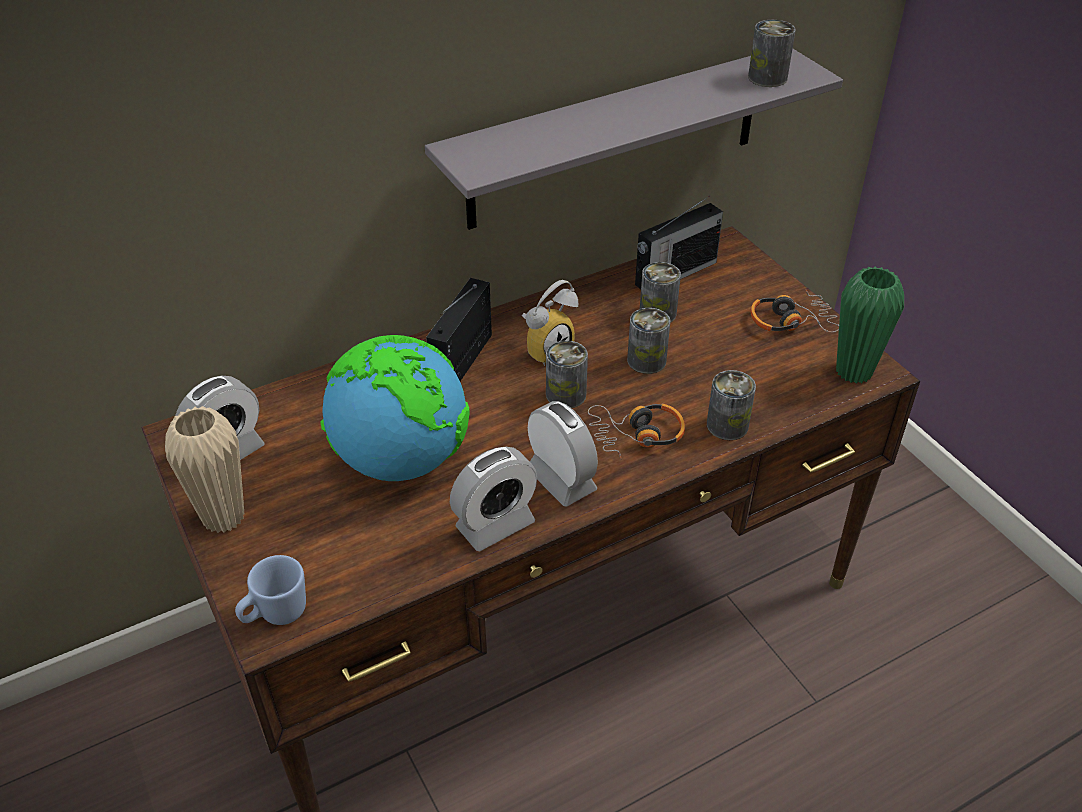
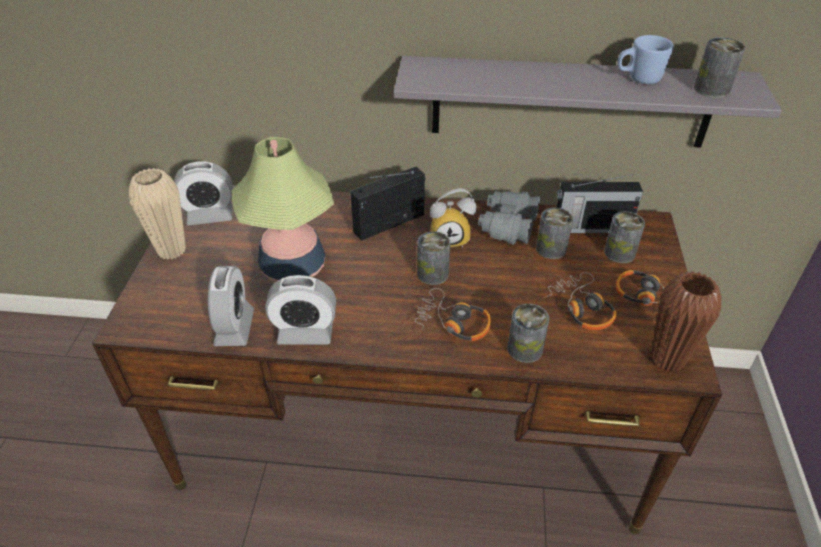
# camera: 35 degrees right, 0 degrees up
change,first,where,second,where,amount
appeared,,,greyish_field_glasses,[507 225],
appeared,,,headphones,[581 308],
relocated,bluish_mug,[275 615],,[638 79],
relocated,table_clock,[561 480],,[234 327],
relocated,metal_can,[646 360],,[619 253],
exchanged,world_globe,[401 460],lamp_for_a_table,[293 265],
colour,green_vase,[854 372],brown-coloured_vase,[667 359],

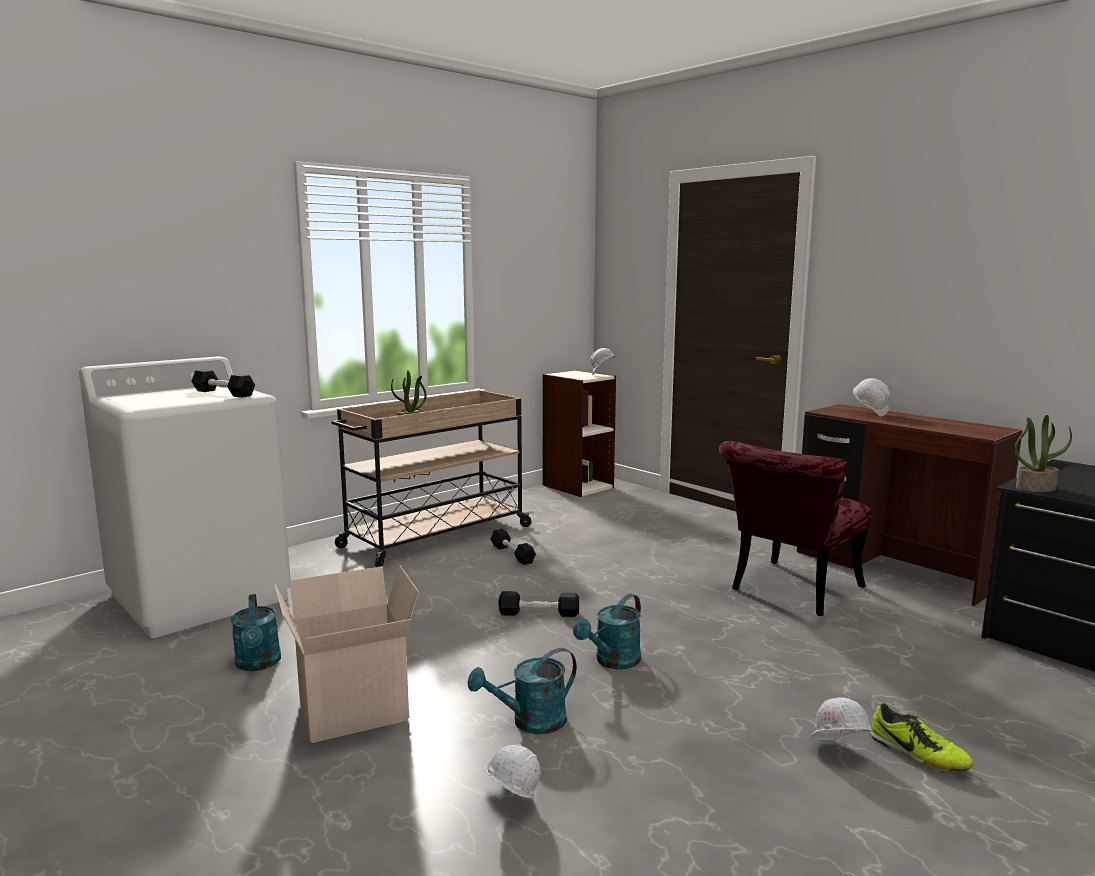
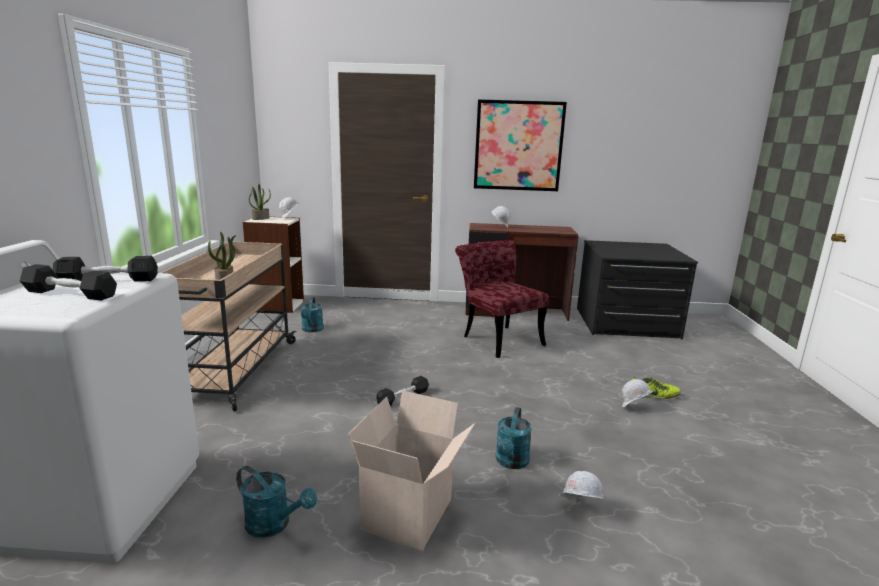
# camera: 45 degrees left, 5 degrees up
change,first,where,second,where,amount
appeared,,,wall_art,[518 146],
relocated,black-coloured_dumbbell,[512 554],,[70 294],
relocated,blue-green_watering_pot,[612 662],,[312 330],
relocated,houseplant,[1035 488],,[261 218],
spun,red-coloured_upright_chair,[790 592],,[497 338],150 degrees clockwise

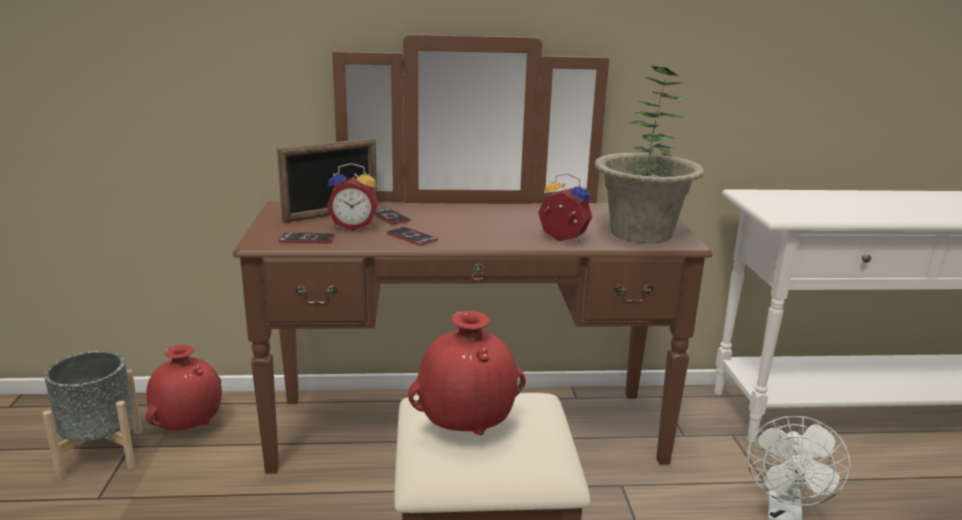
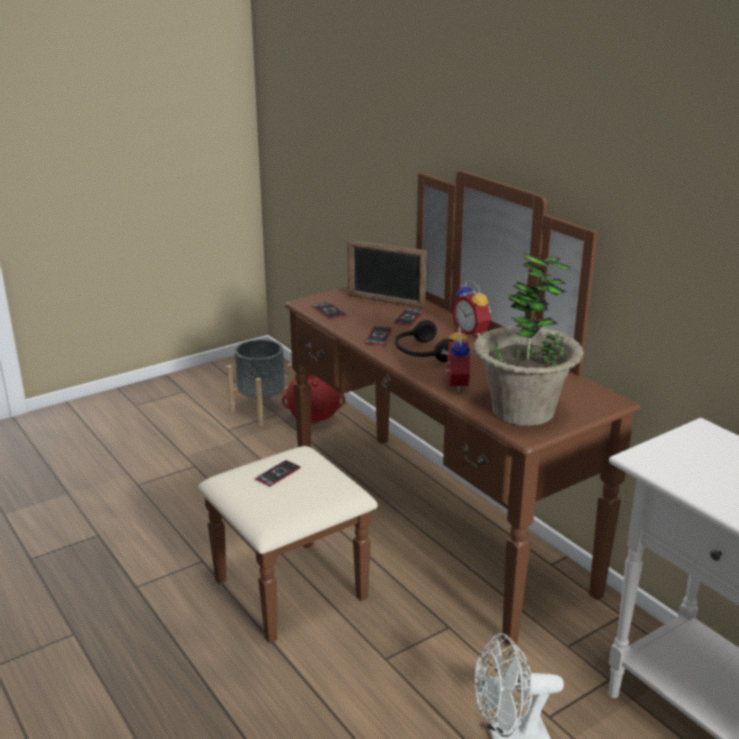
# camera: 60 degrees right, 5 degrees up
change,first,where,second,where,amount
appeared,,,black-coloured_headphones,[421 353],
relocated,table_clock,[354 226],,[472 332],
exchanged,red-coloured_vase,[467 428],handset,[278 474],

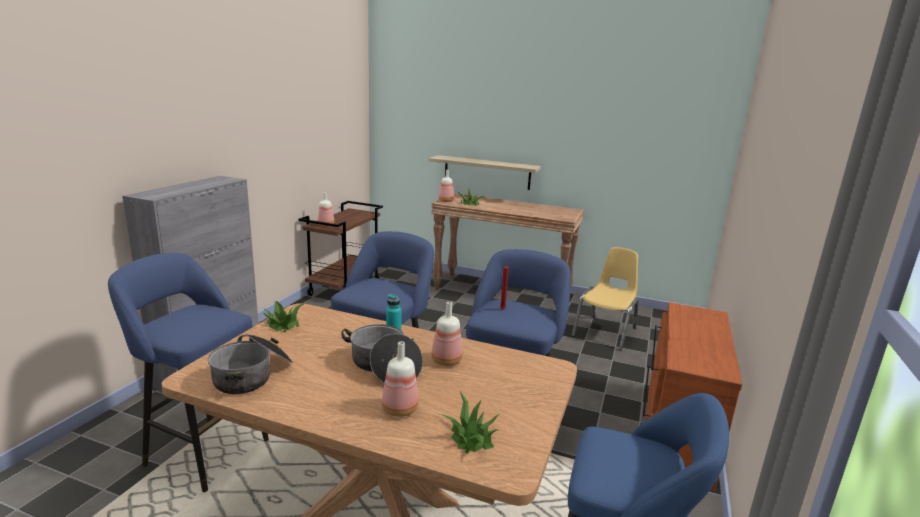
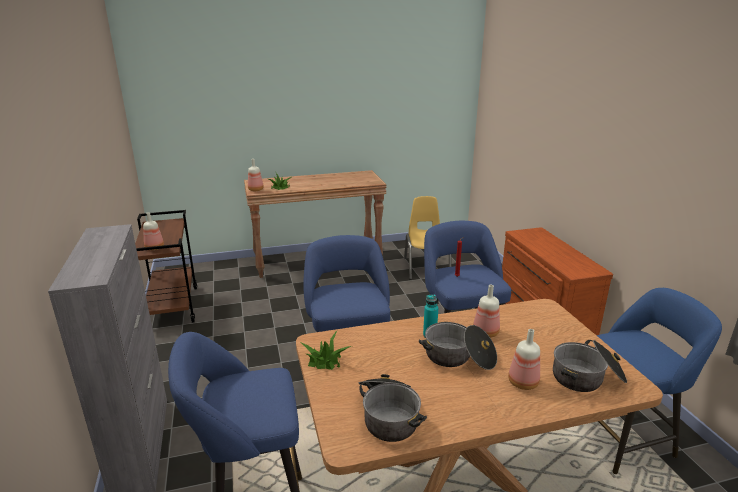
# camera: 35 degrees left, 5 degrees up
change,first,where,second,where,amount
missing,wall_shelf,[487 172],,,
exchanged,houseplant,[471 437],stockpot,[587 378],

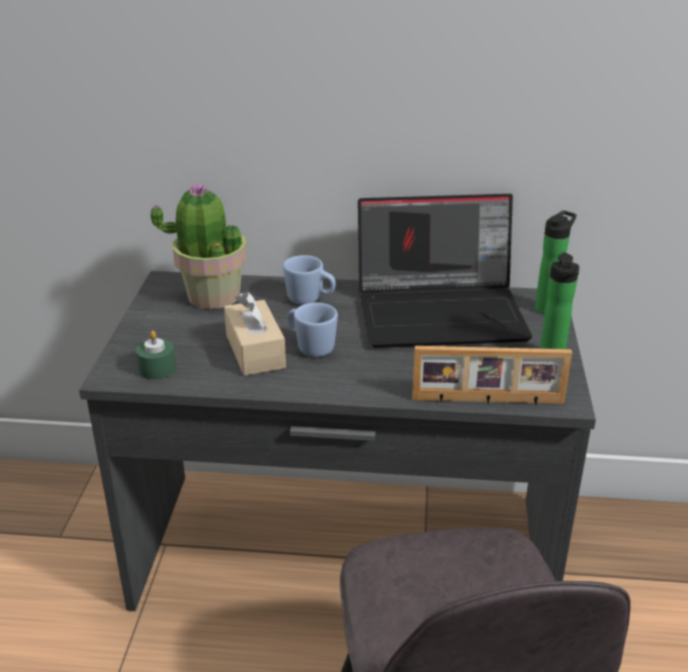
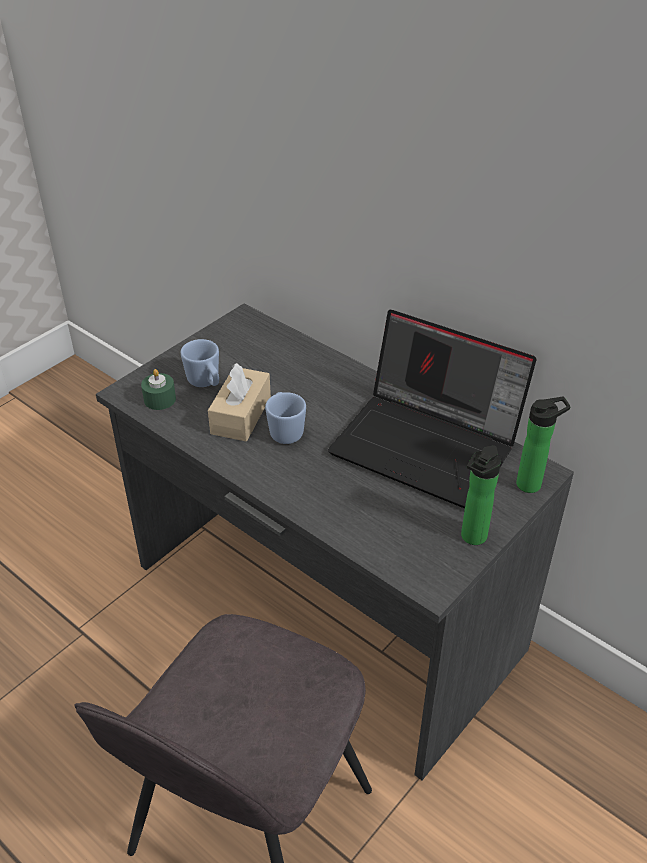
# camera: 35 degrees right, 10 degrees up
change,first,where,second,where,amount
missing,houseplant,[213 295],,,
missing,photo_frame,[488 401],,,
relocated,bluish_mug,[310 300],,[206 383],

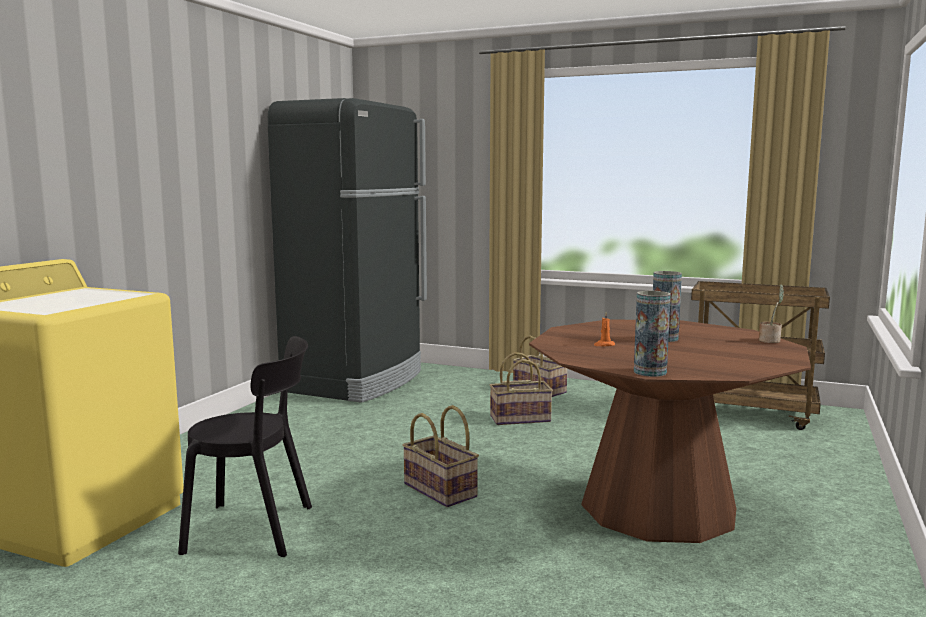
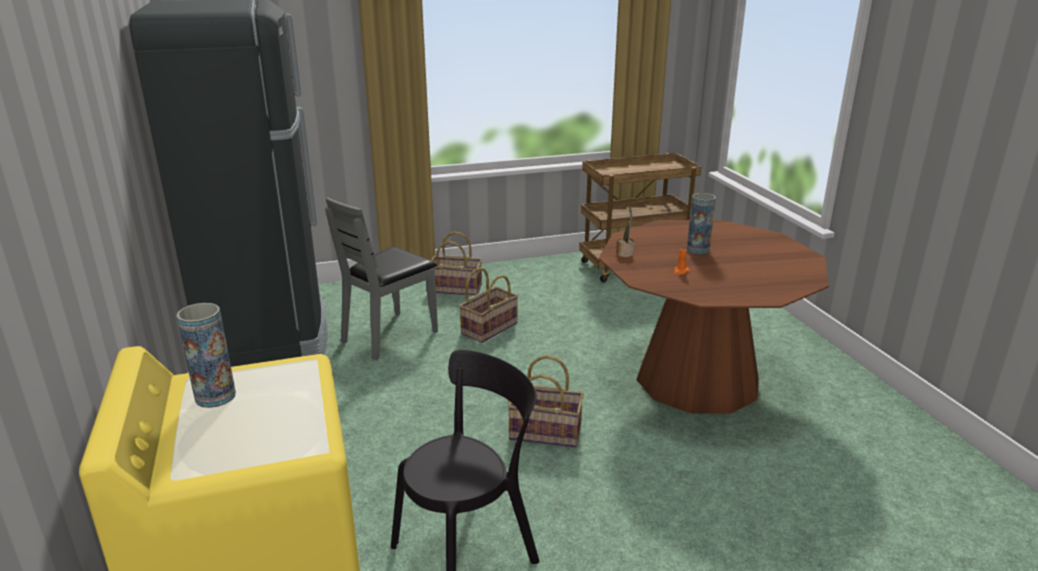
# camera: 40 degrees left, 15 degrees up
change,first,where,second,where,amount
appeared,,,greyish_upright_chair,[389 336],
relocated,vase,[650 372],,[215 396],
relocated,houseplant,[770 340],,[624 253],

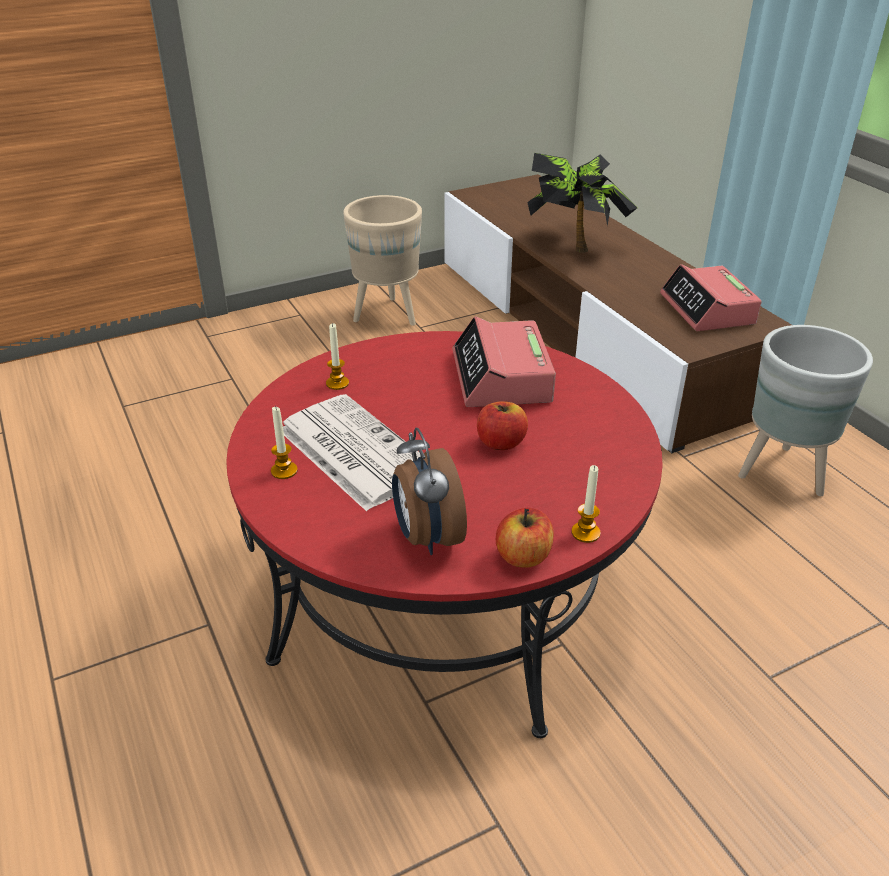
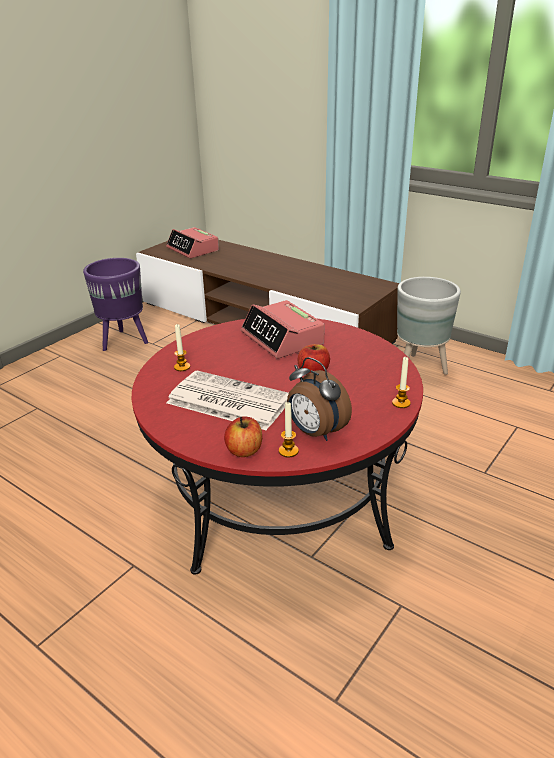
# camera: 25 degrees left, 5 degrees down
change,first,where,second,where,amount
missing,houseplant,[575 244],,,
relocated,candle,[284 471],,[288 451],
relocated,whole_apple,[523 556],,[244 450],
relocated,table_clock,[707 310],,[193 249],
colour,sand-coloured_flower_pot,[388 314],purple_flower_pot,[125 341],

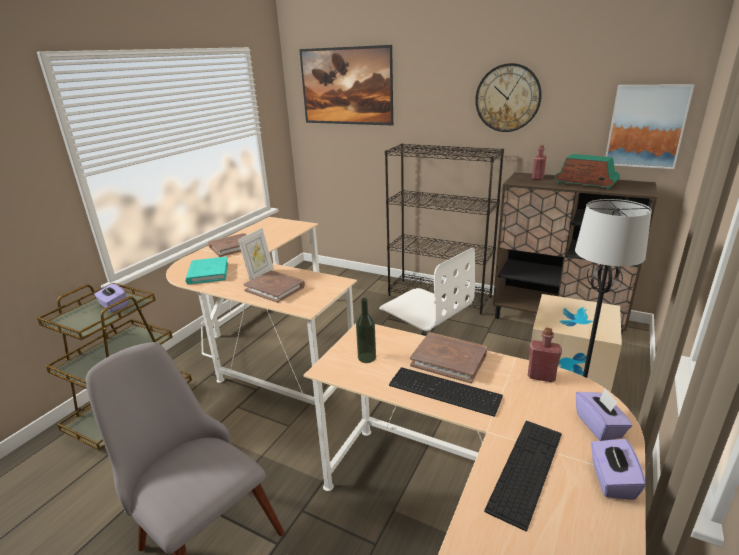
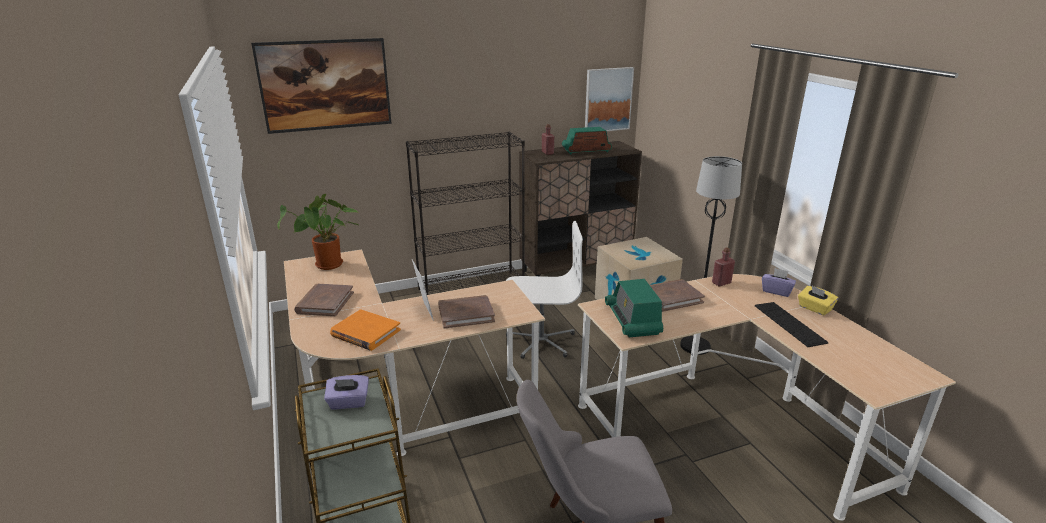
# camera: 50 degrees left, 0 degrees up
change,first,where,second,where,amount
missing,keyboard,[445 392],,,
missing,clock_on_the_wall,[507 98],,,
appeared,,,houseplant,[328 266],
exchanged,beverage_bottle,[367 357],radio_set,[633 320],
colour,blue-green_volume,[208 273],orange-coloured_volume,[365 333],
colour,purple_tissue_box,[611 480],yellow-coloured_tissue_box,[814 309],

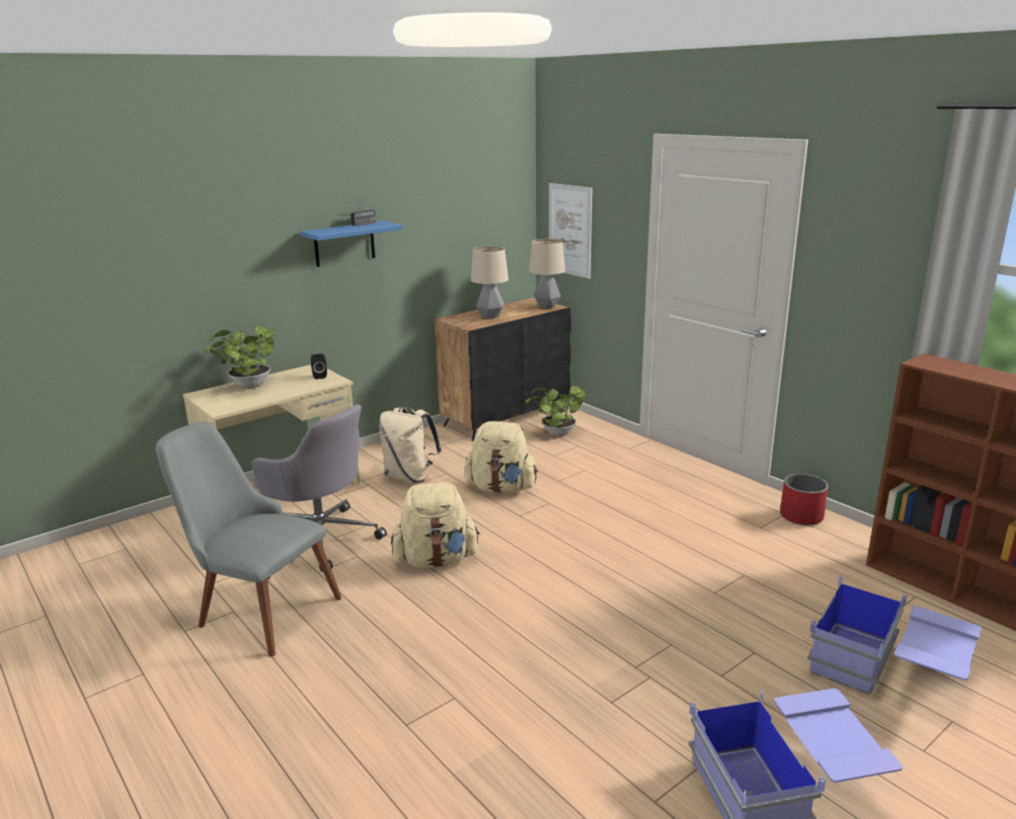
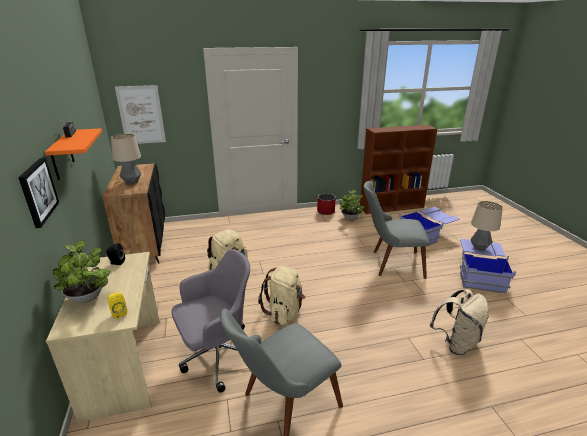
# camera: 65 degrees left, 5 degrees up
change,first,where,second,where,amount
appeared,,,wall_art,[38 191],
appeared,,,yellow-coloured_speaker,[119 312],
appeared,,,greyish_upright_chair,[390 263],
relocated,sand-coloured_rucksack,[410 476],,[456 343],
relocated,houseplant,[556 434],,[350 218],
relocated,lamp_for_a_table,[546 306],,[479 248],
colour,bluish_wall_shelf,[344 244],orange-coloured_wall_shelf,[62 155],

